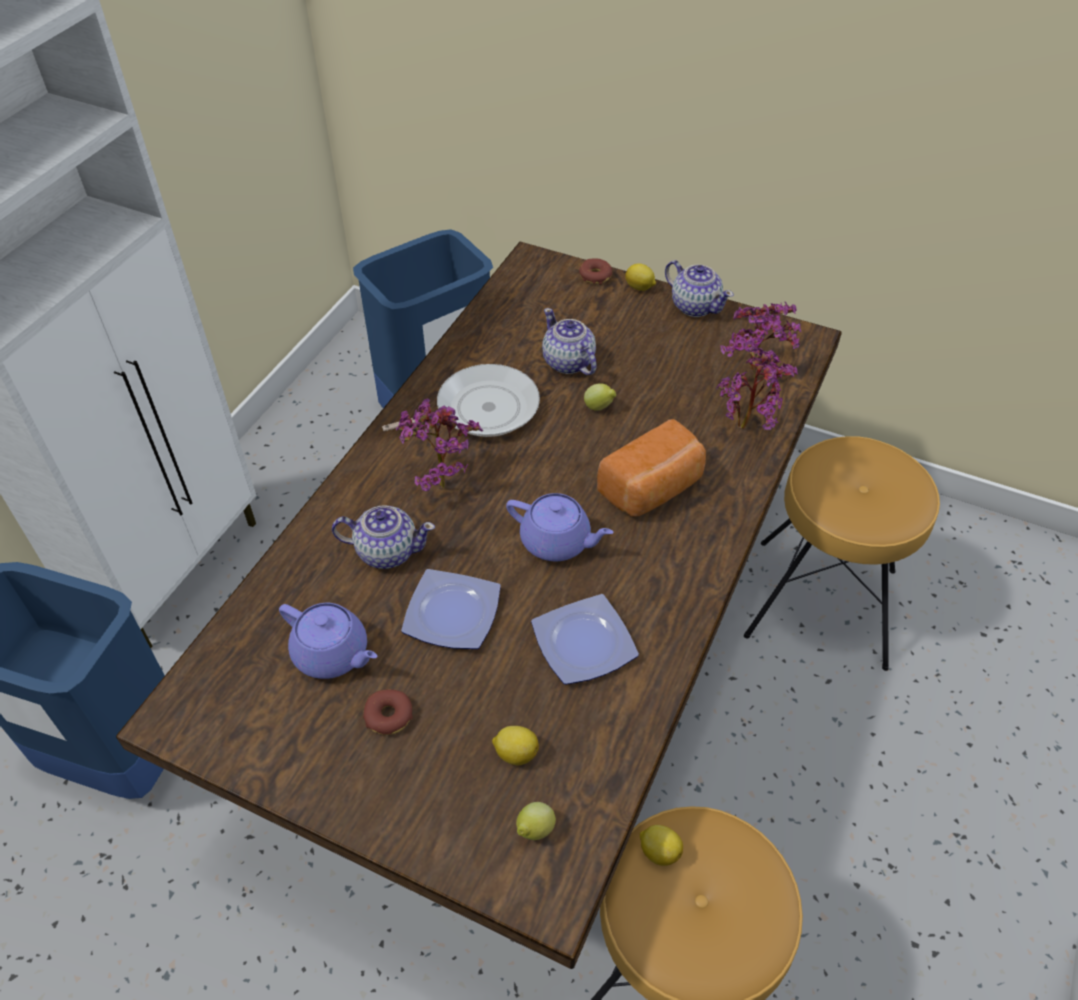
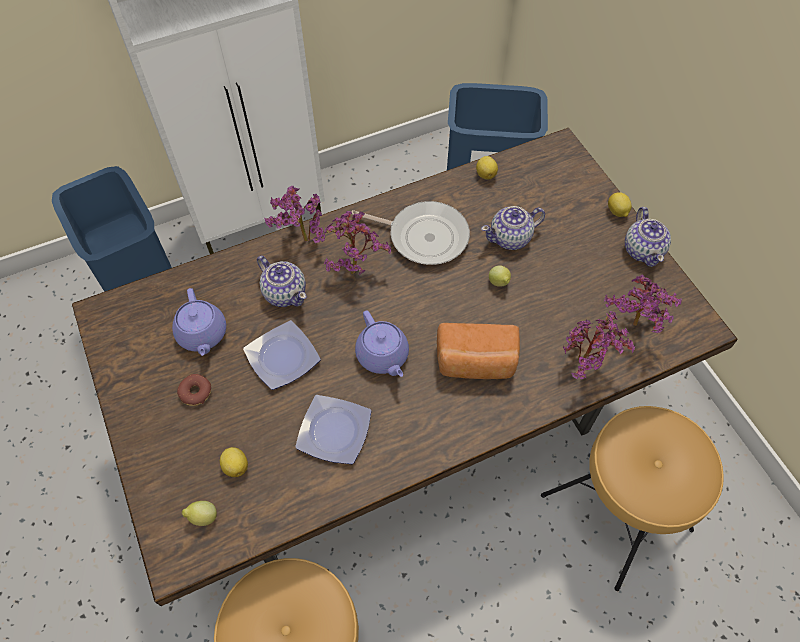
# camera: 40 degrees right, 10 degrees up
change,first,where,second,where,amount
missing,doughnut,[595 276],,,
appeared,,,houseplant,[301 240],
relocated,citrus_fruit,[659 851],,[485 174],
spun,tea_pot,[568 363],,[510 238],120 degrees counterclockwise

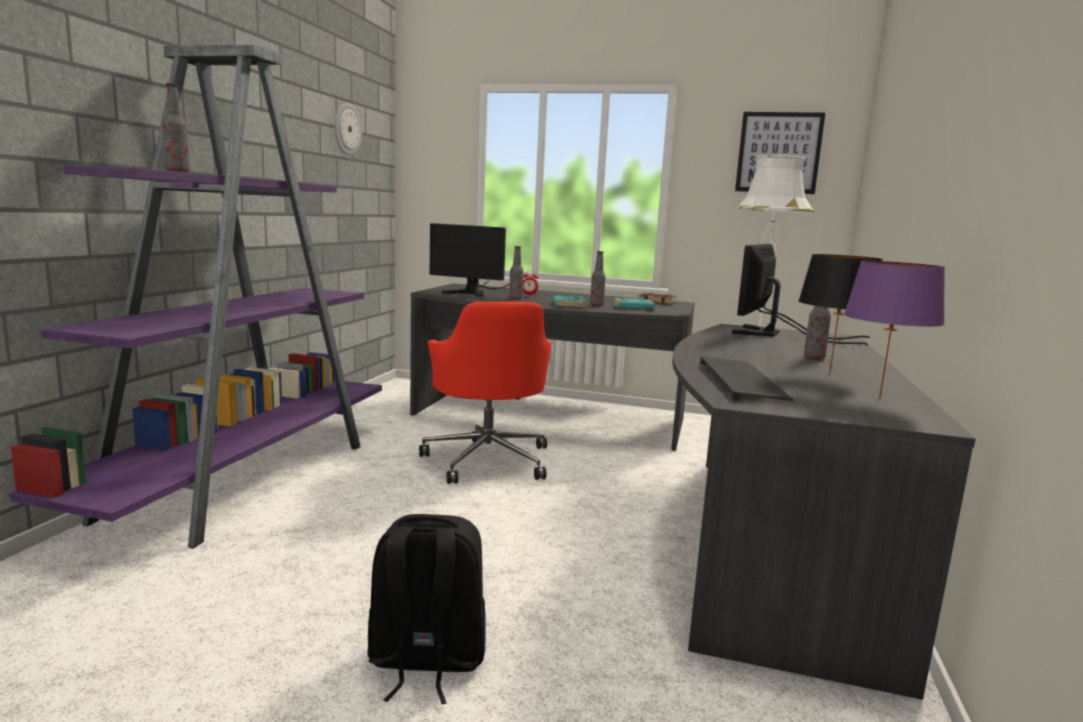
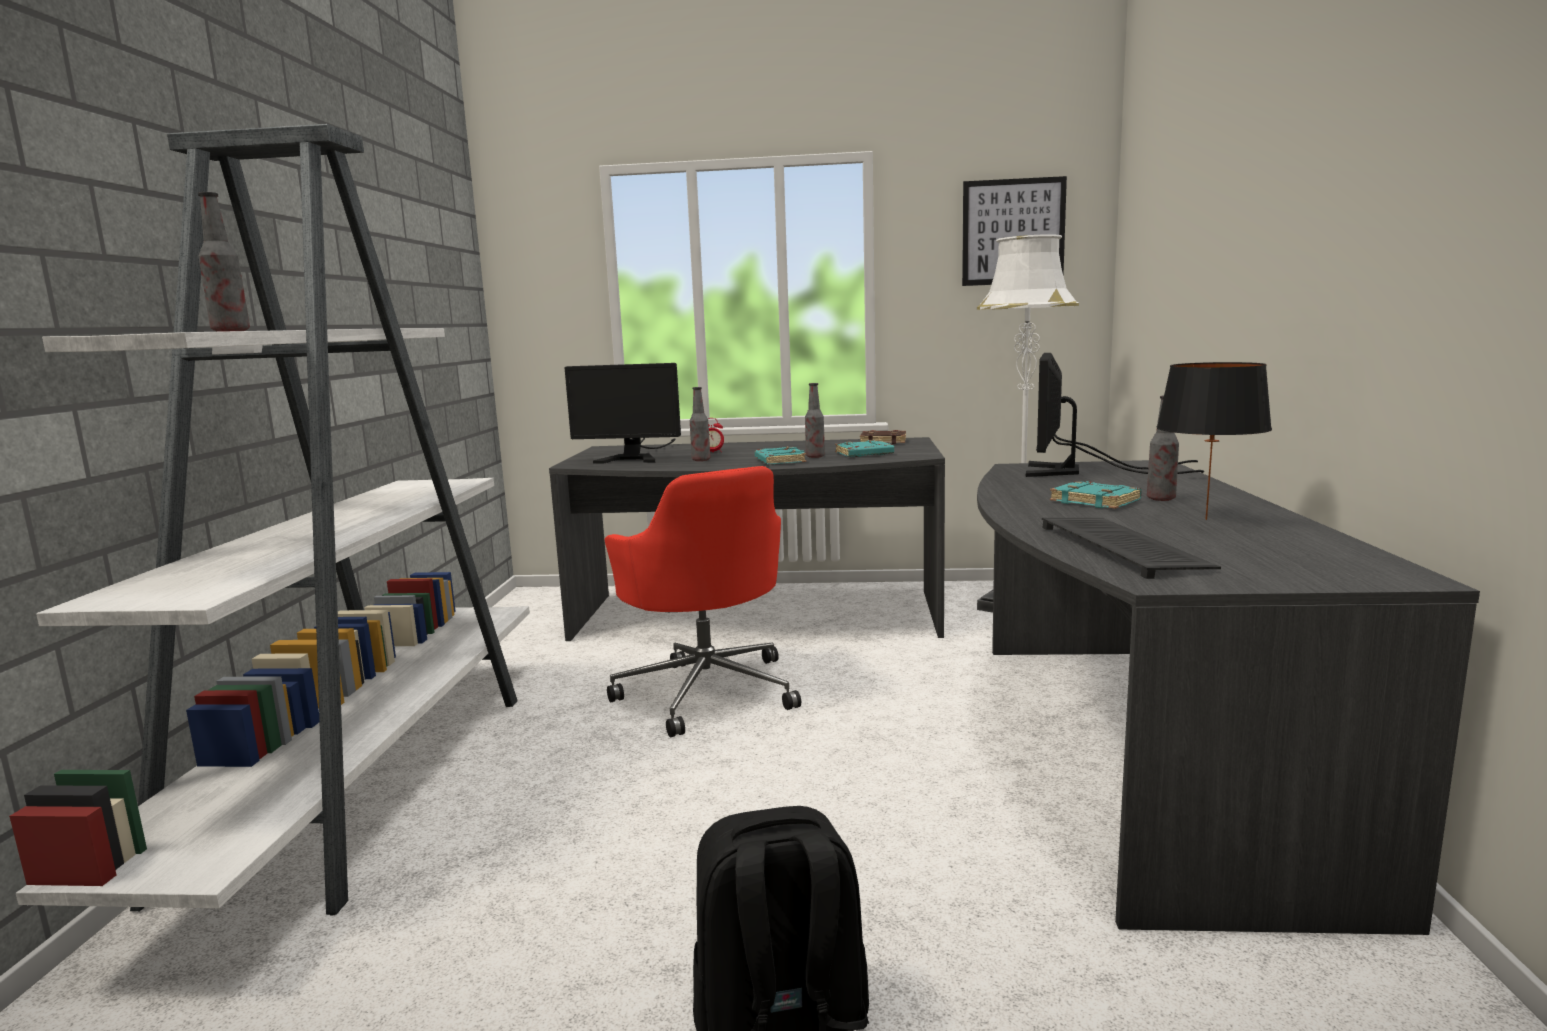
# camera: 10 degrees left, 0 degrees up
change,first,where,second,where,amount
missing,clock_on_the_wall,[346 129],,,
missing,purple_lamp_for_a_table,[881 397],,,
appeared,,,blue-green_volume,[1096 501],
colour,purple_shelving_unit,[246 478],white-coloured_shelving_unit,[367 781],

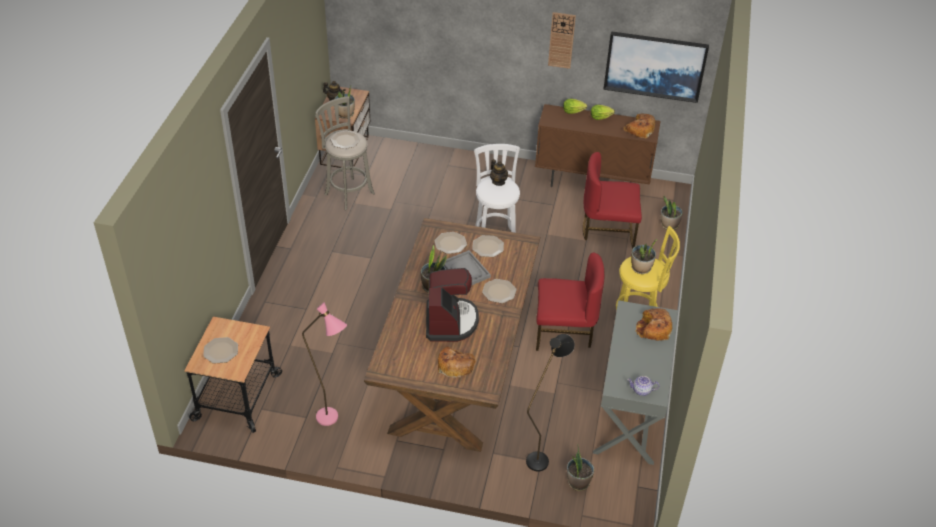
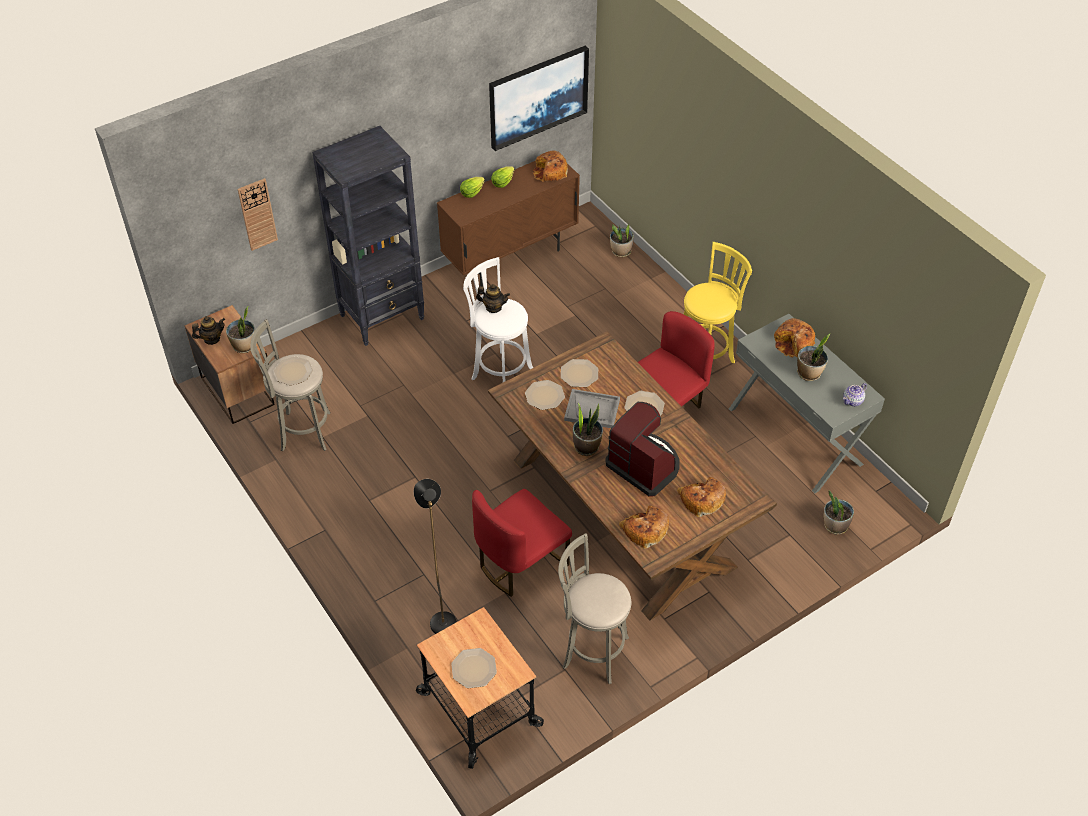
# camera: 45 degrees left, 5 degrees up
change,first,where,second,where,amount
appeared,,,black-coloured_shelving_unit,[383 317],
appeared,,,bread,[644 530],
relocated,black-coloured_standing_lamp,[541 456],,[441 615],
relocated,clock_on_the_wall,[561 40],,[257 214],
relocated,red-coloured_upright_chair,[608 230],,[520 563],
relocated,houseplant,[641 268],,[809 373],
exchanged,pink-coloured_standing_lamp,[333 421],greyish_stool,[592 651],

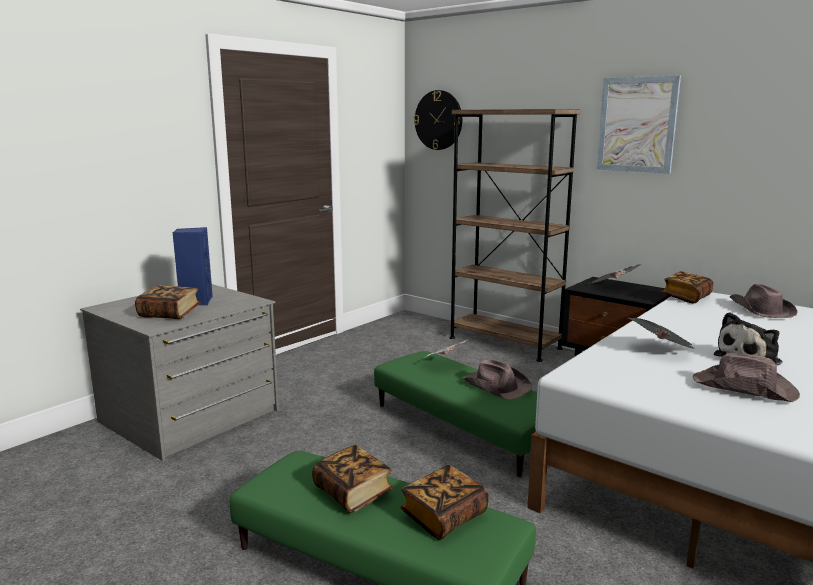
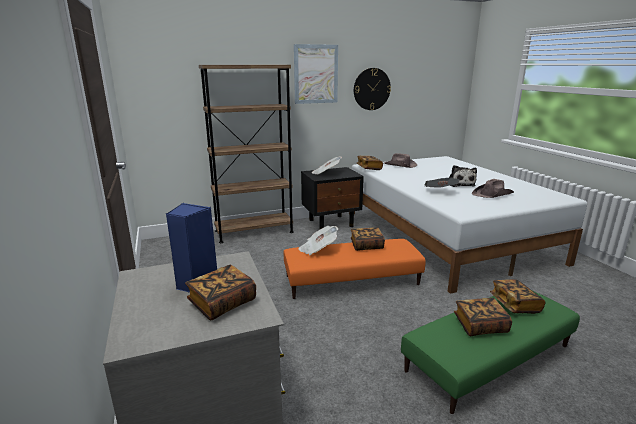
# camera: 60 degrees left, 5 degrees up
change,first,where,second,where,amount
relocated,clock_on_the_wall,[438 120],,[371 89],
exchanged,brown-coloured_wearable_hat,[496 385],volume,[366 246],
colour,green_footrest,[466 426],orange-coloured_footrest,[351 280],

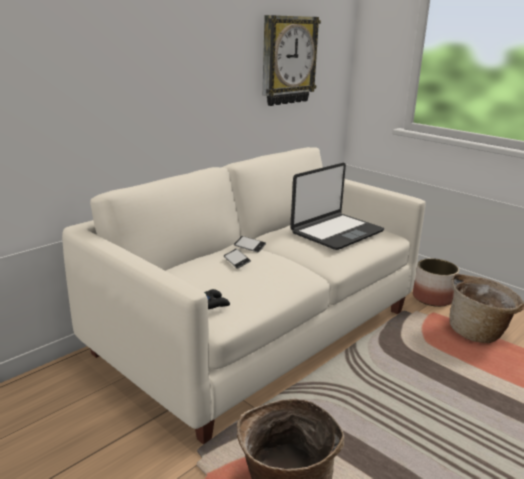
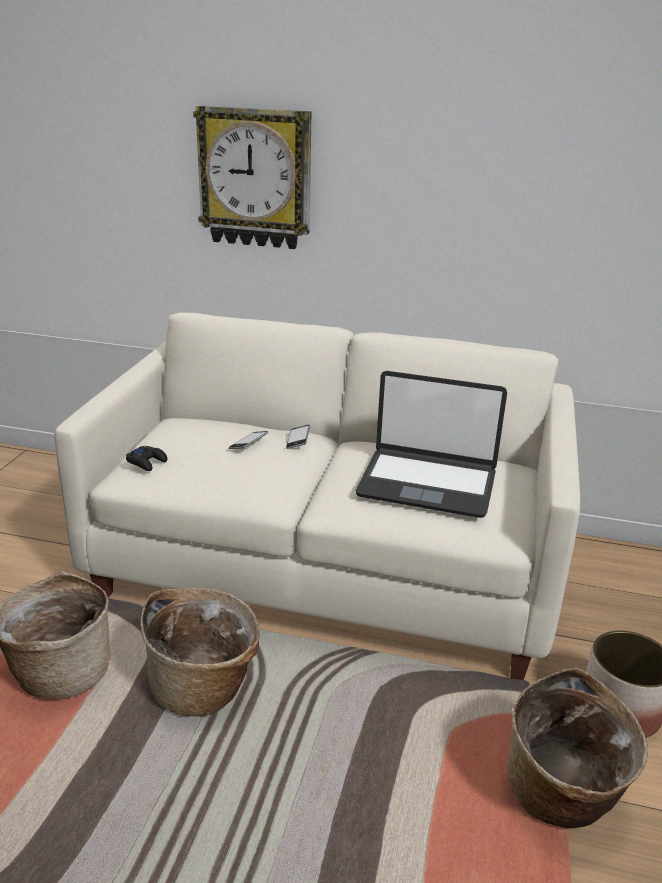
# camera: 60 degrees right, 5 degrees up
change,first,where,second,where,amount
appeared,,,household_basket,[204 687],
relocated,clock_on_the_wall,[287 60],,[255 178],

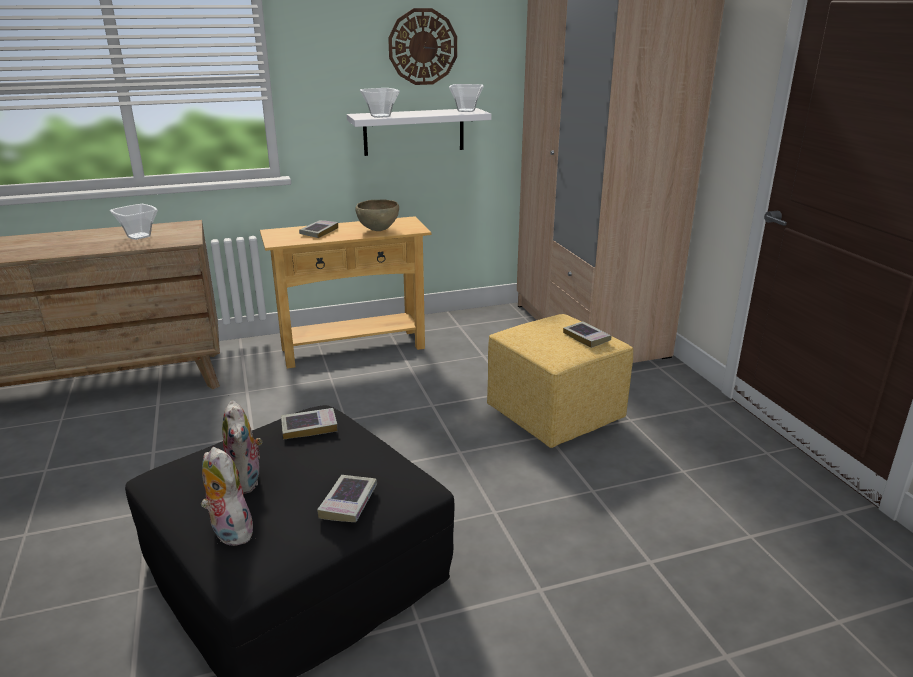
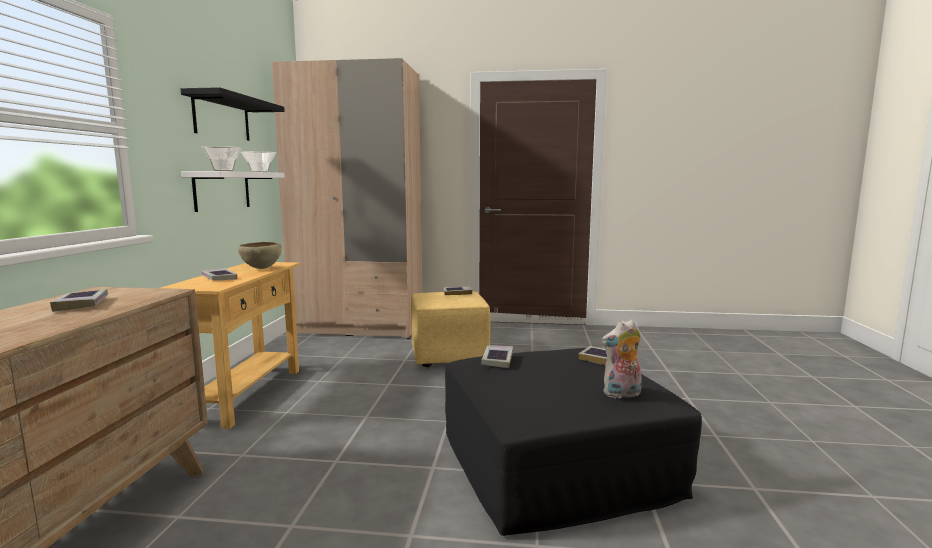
# camera: 65 degrees left, 15 degrees down
change,first,where,second,where,amount
missing,cuddly_toy,[247 481],,,
exchanged,serving_bowl,[138 236],volume,[81 304],
exchanged,clock_on_the_wall,[422 47],black-coloured_wall_shelf,[222 118],

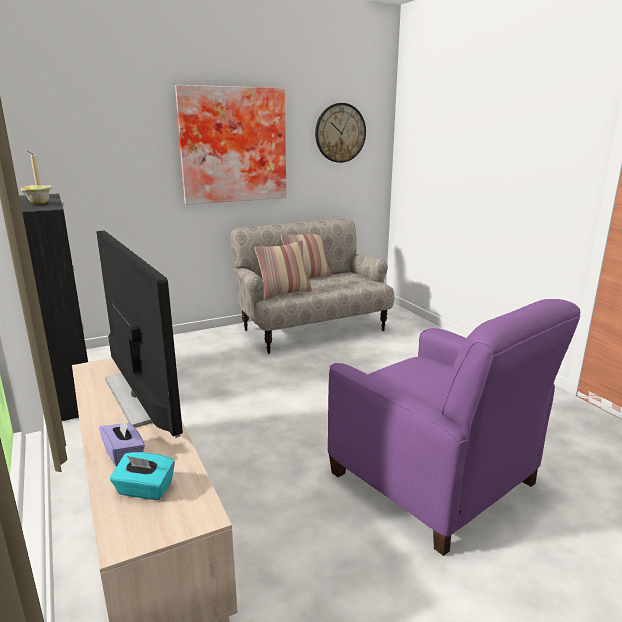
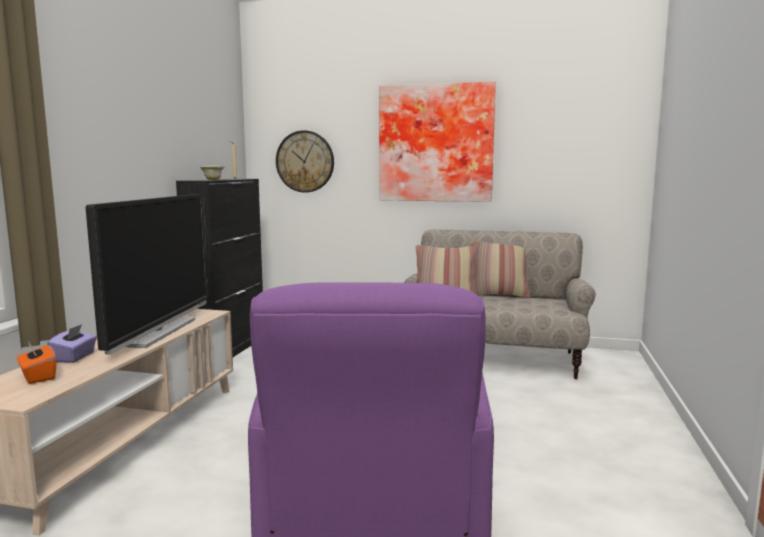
# camera: 40 degrees right, 10 degrees down
change,first,where,second,where,amount
relocated,clock_on_the_wall,[340 133],,[305 161],
colour,blue-green_tissue_box,[145 490],orange-coloured_tissue_box,[38 377],

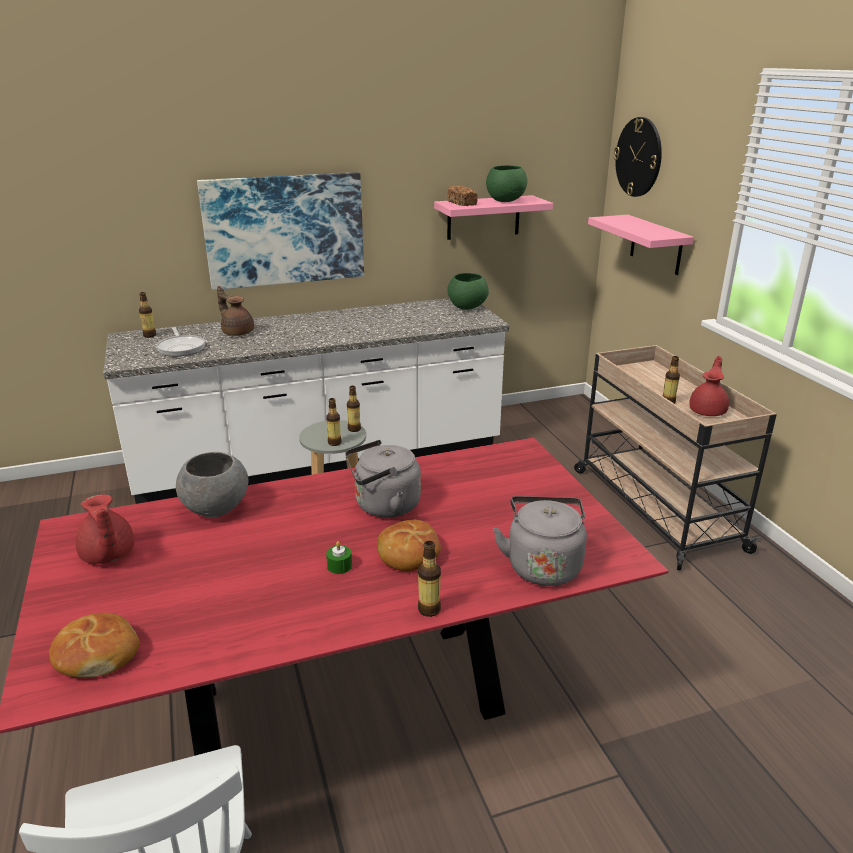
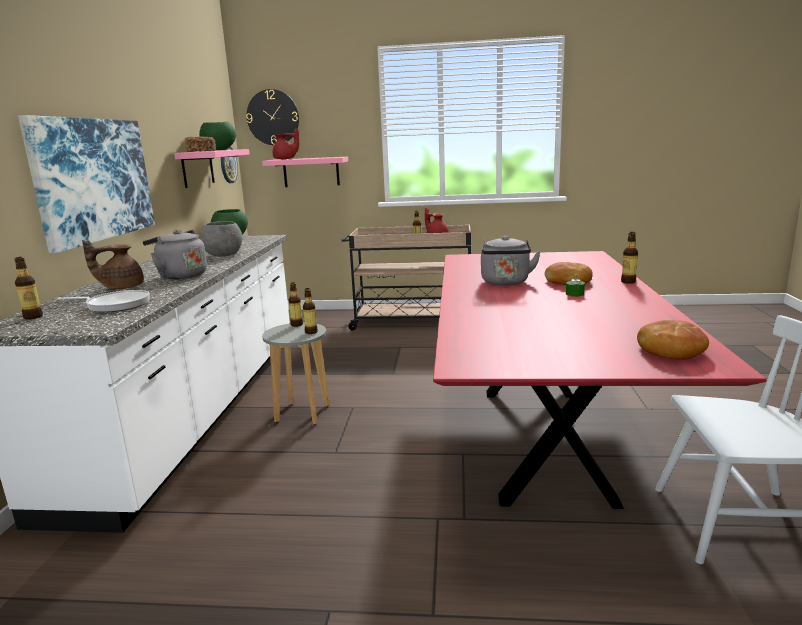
# camera: 65 degrees left, 10 degrees down
change,first,where,second,where,amount
appeared,,,clock_on_the_wall,[228 164],
relocated,red-coloured_tea_pot,[108 555],,[285 159],
relocated,greyish_serving_bowl,[216 509],,[223 255],
relocated,greyish_kettle,[543 565],,[180 276],

